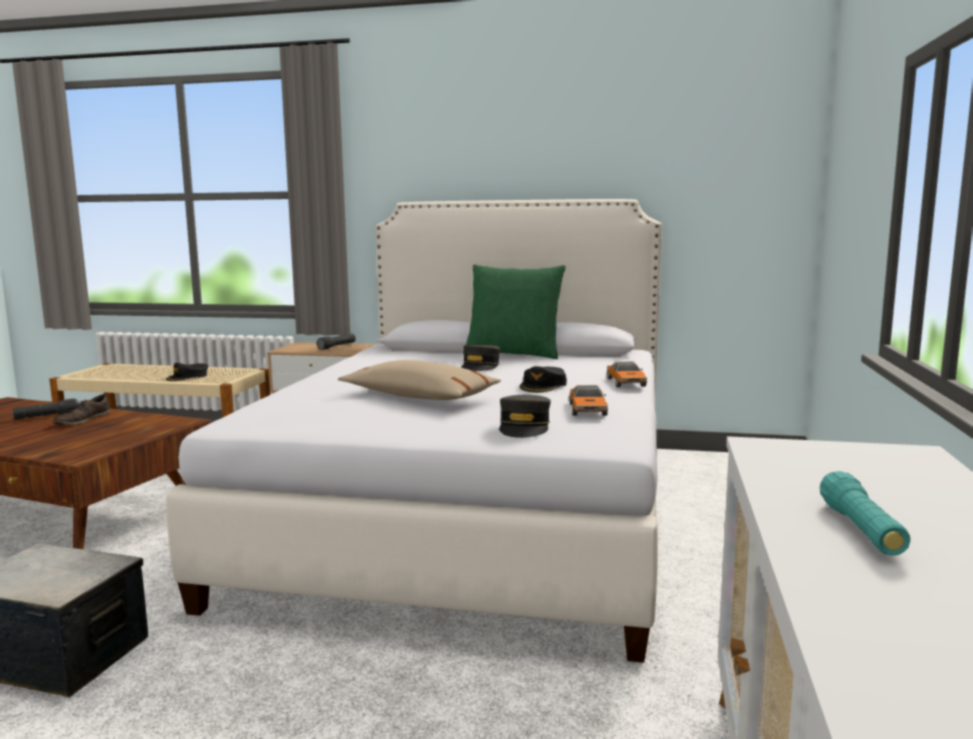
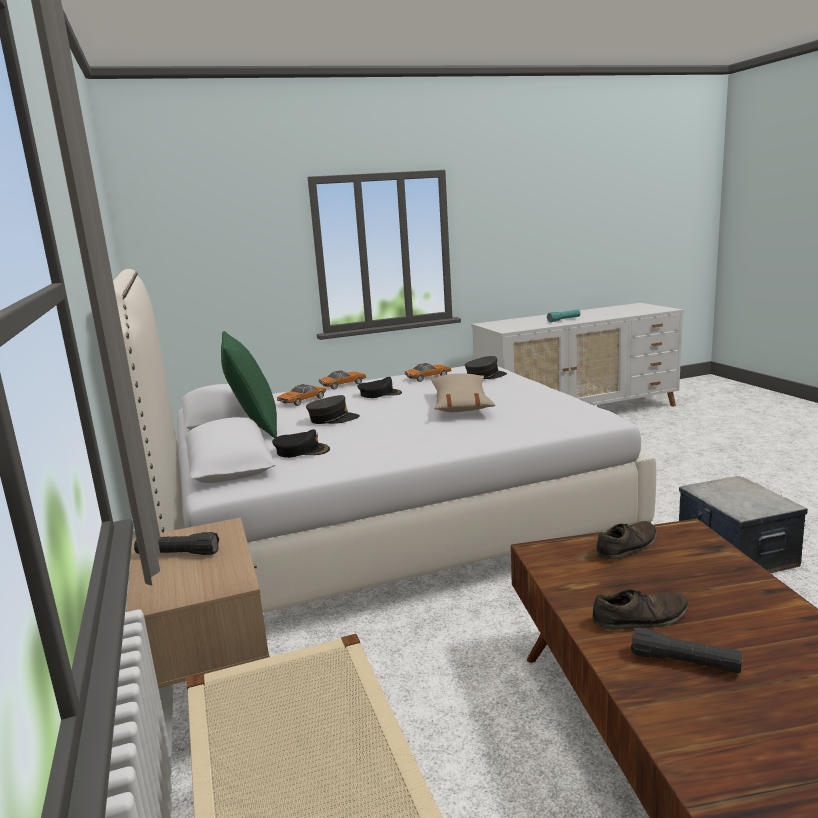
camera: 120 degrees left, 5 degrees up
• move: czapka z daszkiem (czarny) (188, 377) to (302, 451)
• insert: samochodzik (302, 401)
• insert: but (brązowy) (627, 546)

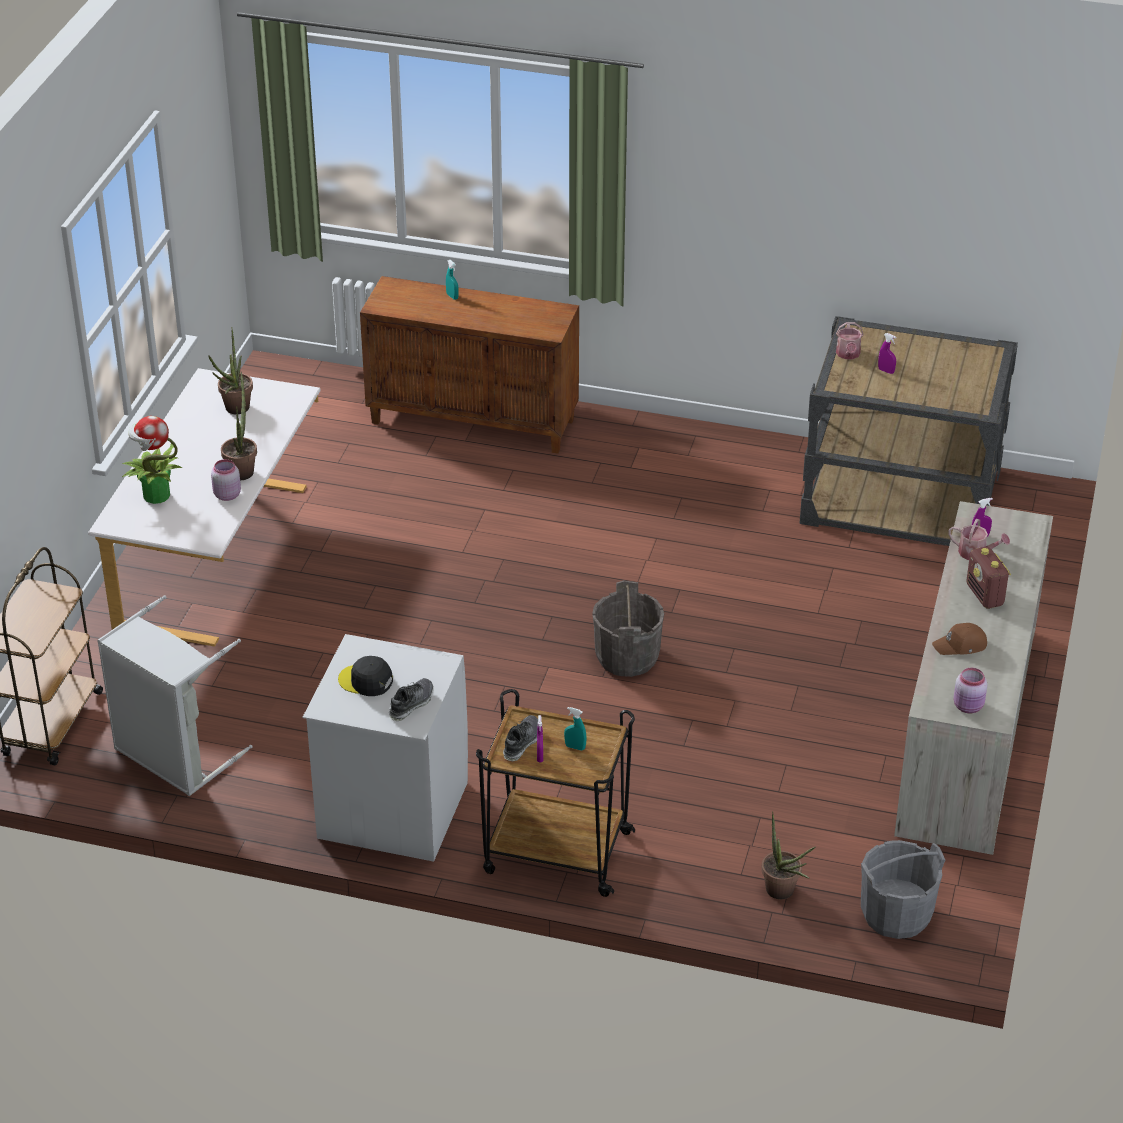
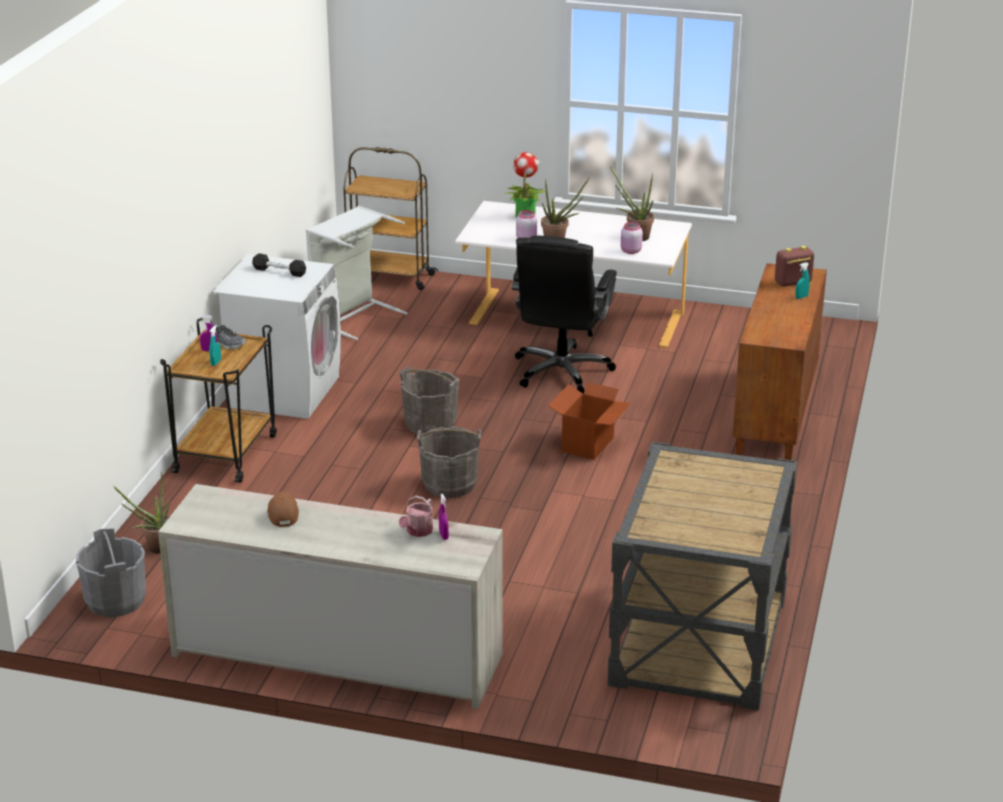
camera: 90 degrees right, 10 degrees down
• replace: czapka z daszkiem (czarny) (366, 681) to hantel (czarny) (279, 271)
• delete: but (411, 704)
• delete: konewka (848, 355)
• delete: spryskiwacz (fioletowy) (886, 371)
• move: słoik (różowy) (969, 706) to (630, 251)
• move: radio (985, 596) to (792, 283)
• insert: wiadro (szary) (430, 424)
• insert: krzesło biurowe (czarny) (561, 371)
• insert: karton (588, 444)

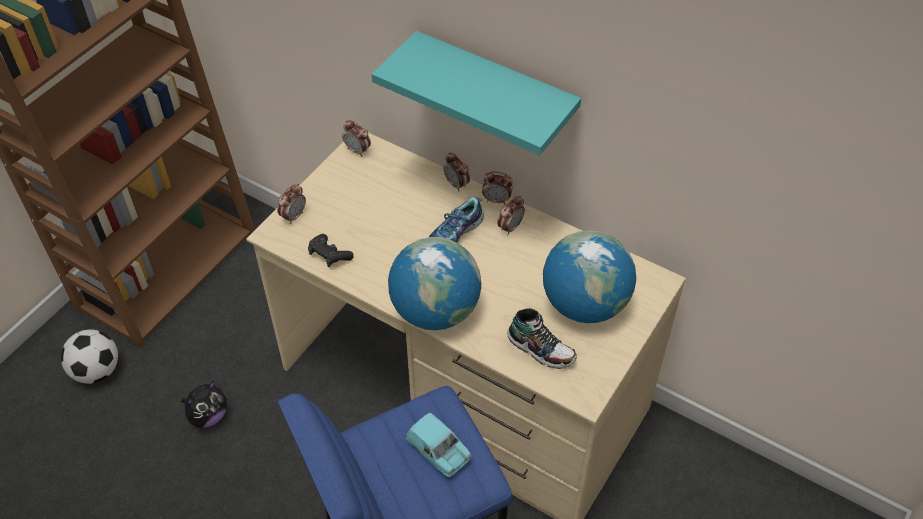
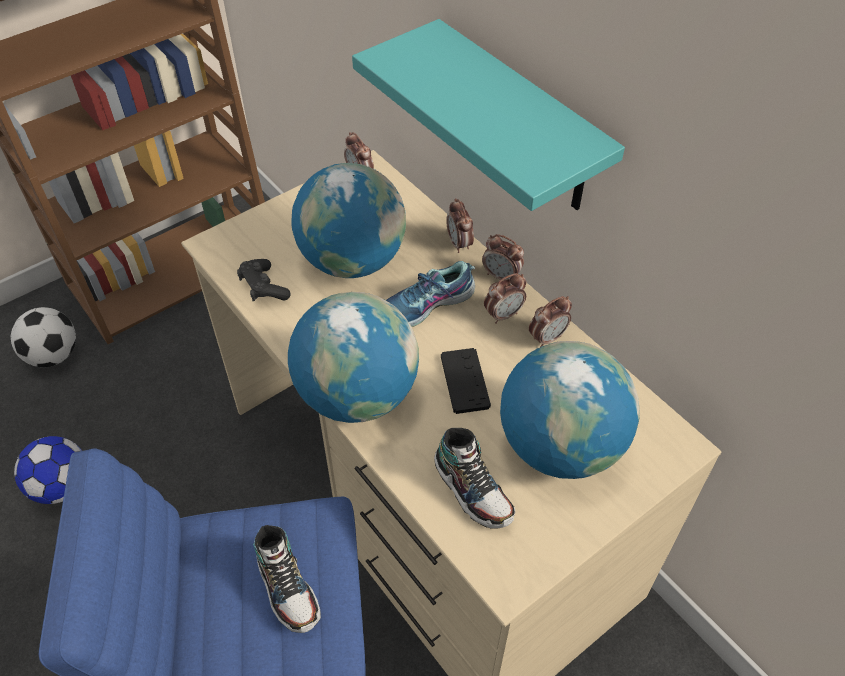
camera: 20 degrees right, 0 degrees up
• delete: pluszak (208, 416)
• move: budzik (293, 216) to (547, 338)
• replace: samochodzik (turkusowy) (439, 452) to but (288, 587)
• insert: piłka futbolowa (62, 486)
• insert: globus (353, 260)
• insert: pad do gier (czarny) (464, 381)

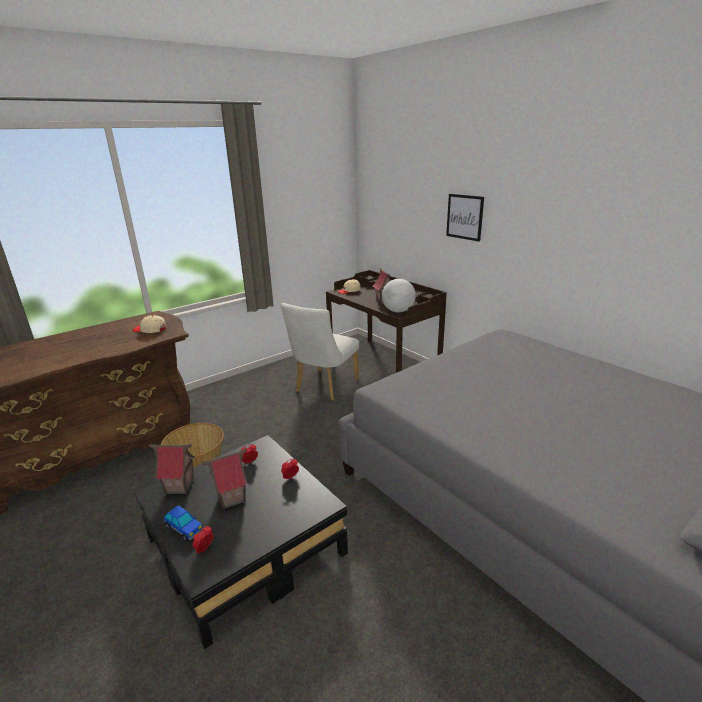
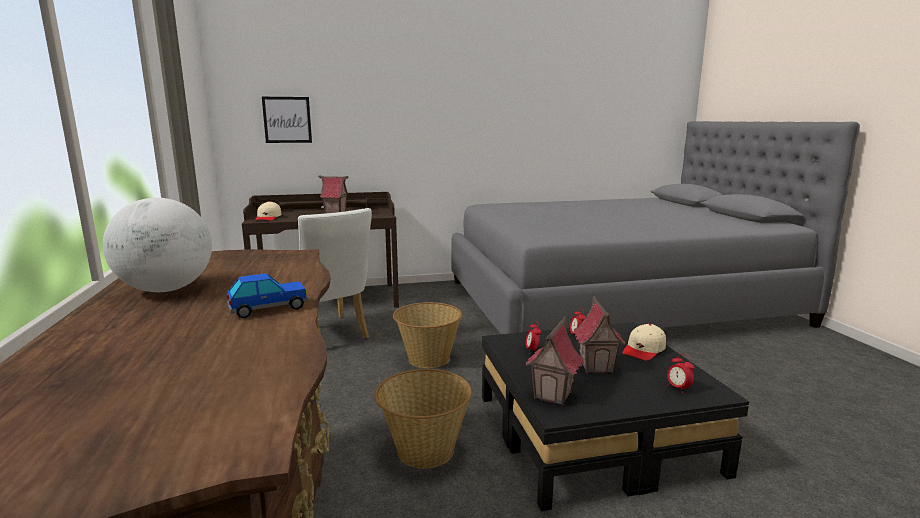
camera: 65 degrees left, 10 degrees down
• move: czapka z daszkiem (beżowy) (150, 329) to (644, 350)
• move: samochodzik (184, 528) to (269, 308)
• move: globus (398, 311) to (166, 289)
• move: obraz (464, 217) to (287, 120)
• insert: koszyk (428, 358)

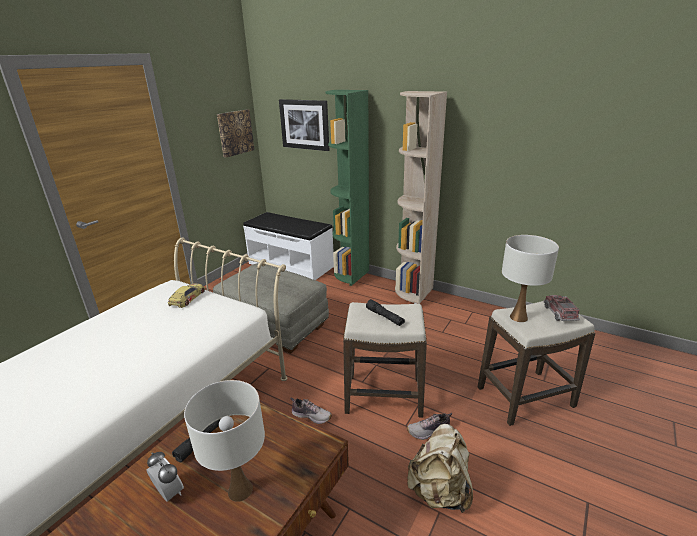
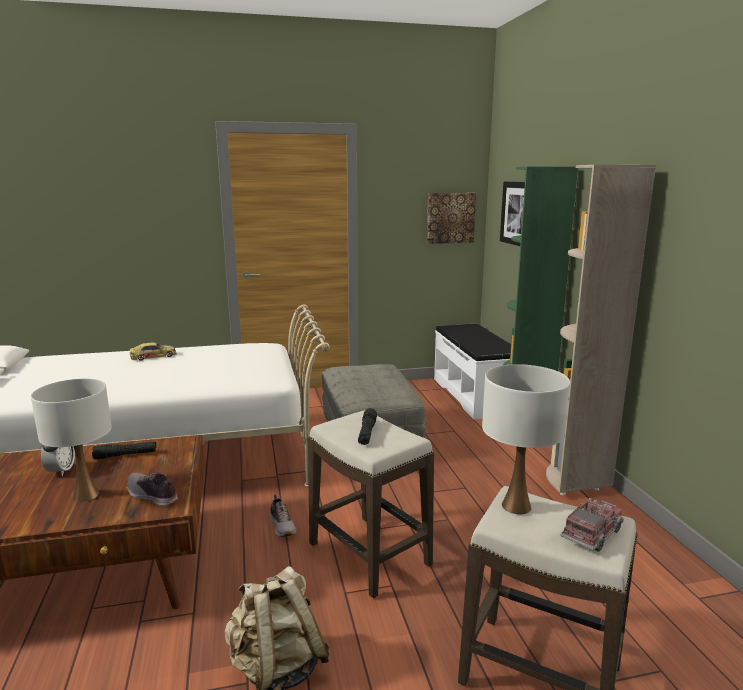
camera: 45 degrees right, 10 degrees down
• move: samochodzik (188, 298) to (153, 356)
• move: but (429, 431) to (152, 496)

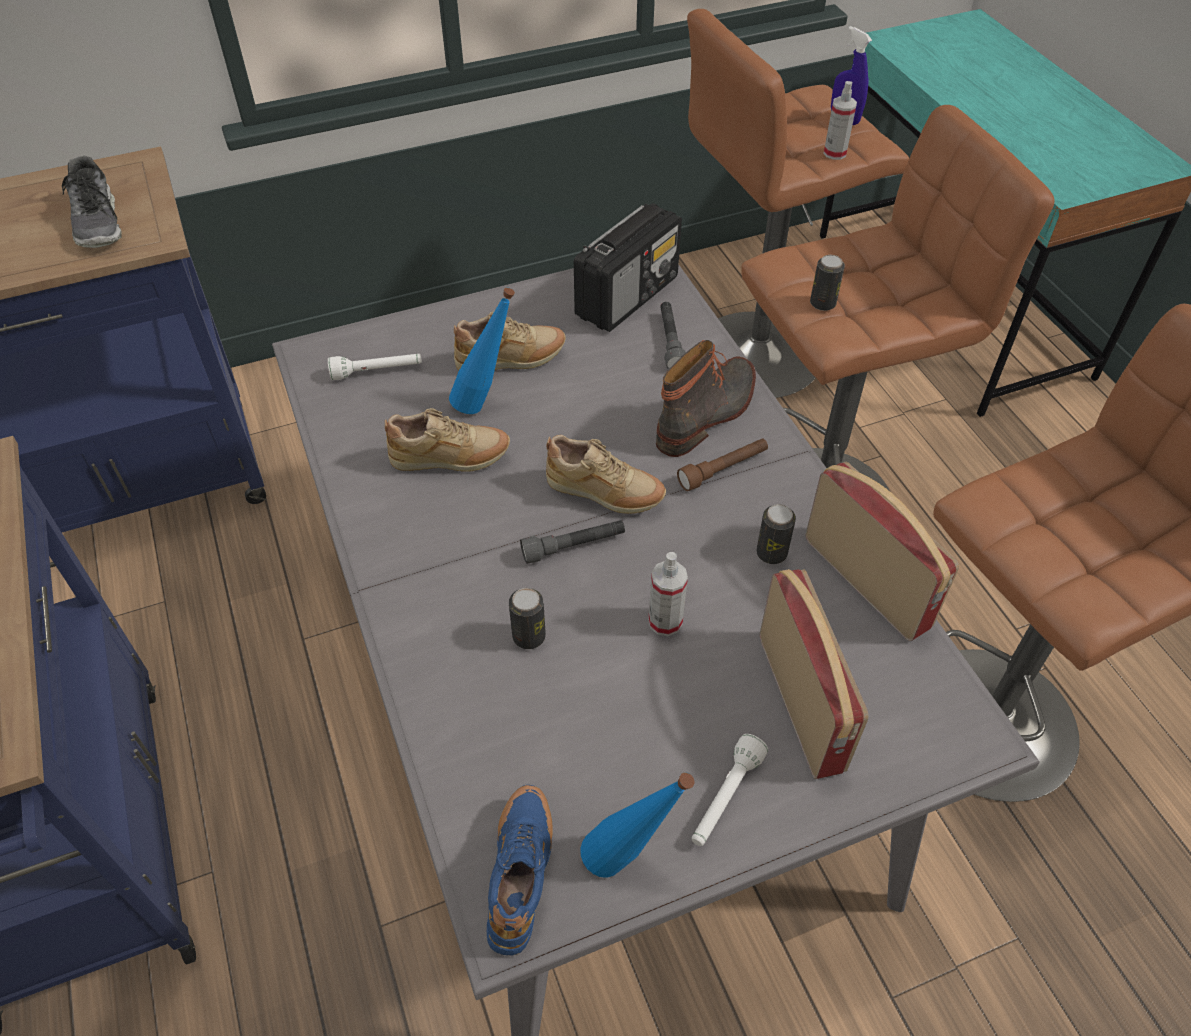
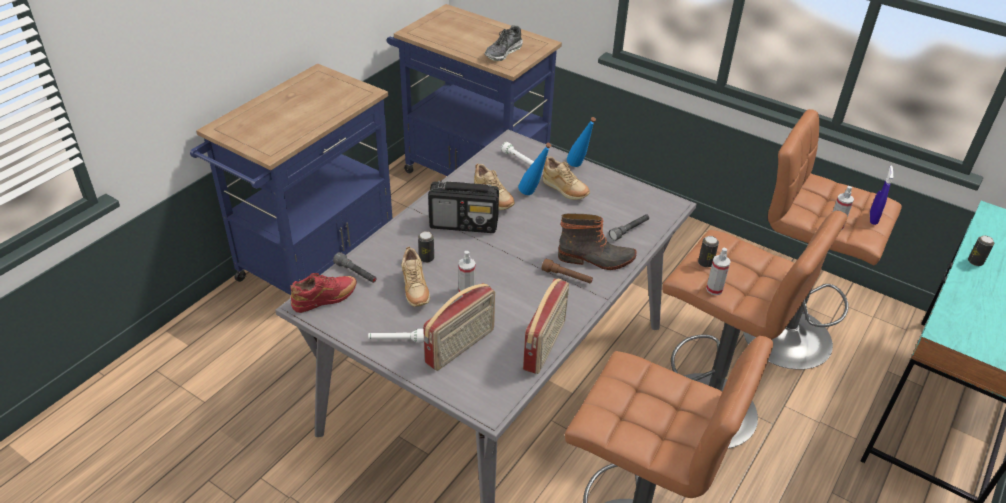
camera: 55 degrees right, 10 degrees down
• recolor: but (niebieski) (522, 874) to but (czerwony) (325, 300)
• move: latarka (szary) (574, 546) to (356, 273)
• move: but (beżowy) (604, 495) to (415, 291)
• move: radio (628, 296) to (464, 224)
• move: butelka (niebieski) (630, 860) to (579, 167)
• move: puszka (771, 553) to (975, 262)
• insert: spryskiwacz (714, 289)

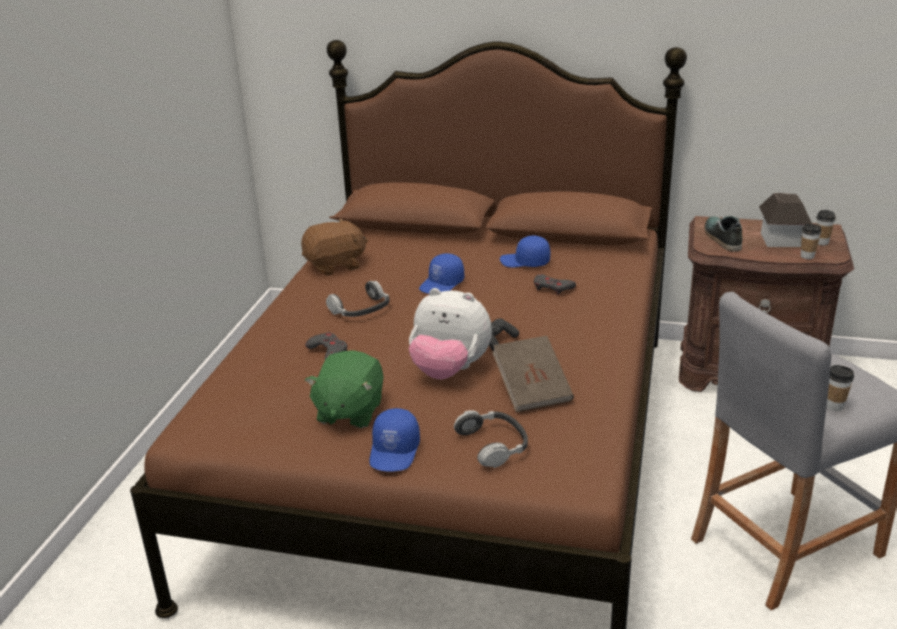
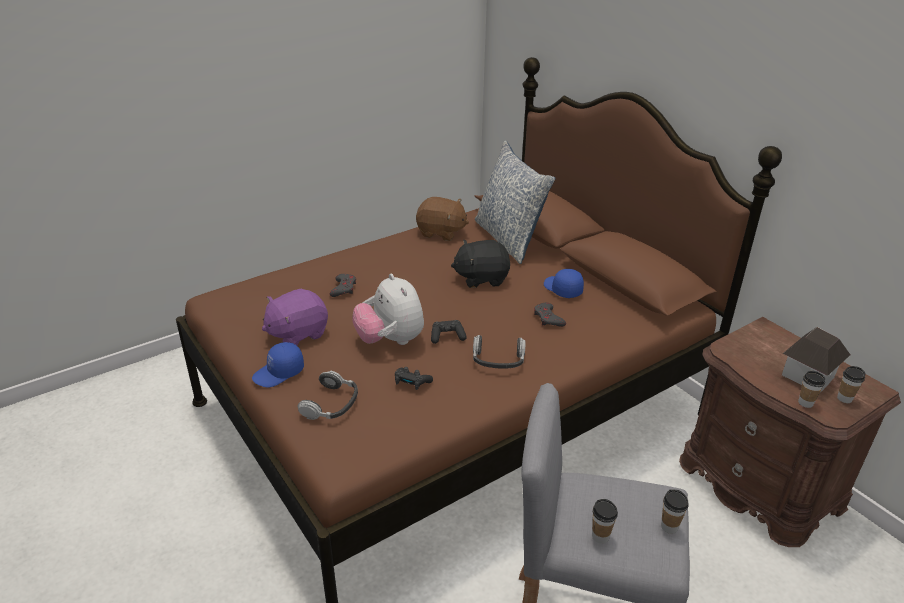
camera: 40 degrees right, 5 degrees up
• recolor: pluszak (zielony) (349, 411) to pluszak (fioletowy) (297, 333)
• move: słuchawki (361, 309) to (498, 359)
• replace: czapka z daszkiem (niebieski) (442, 284) to pluszak (czarny) (481, 278)
• replace: książka (brązowy) (532, 390) to pad do gier (czarny) (411, 383)
• delete: but (721, 238)
• insert: poduszka (509, 239)
• insert: filiżanka (669, 526)

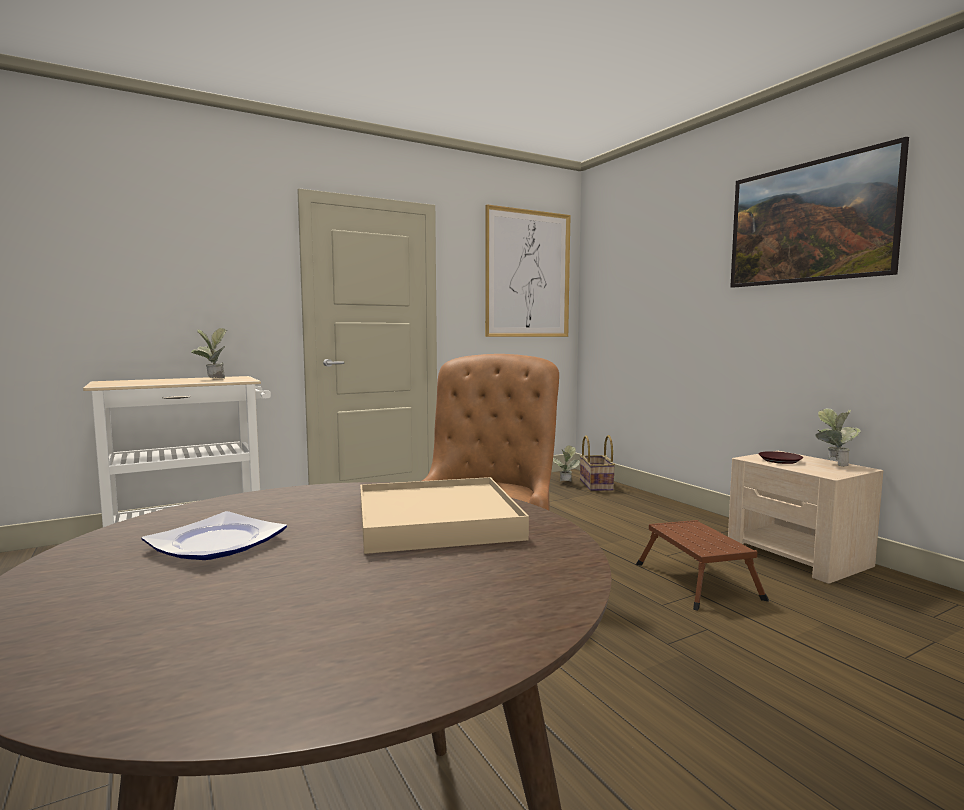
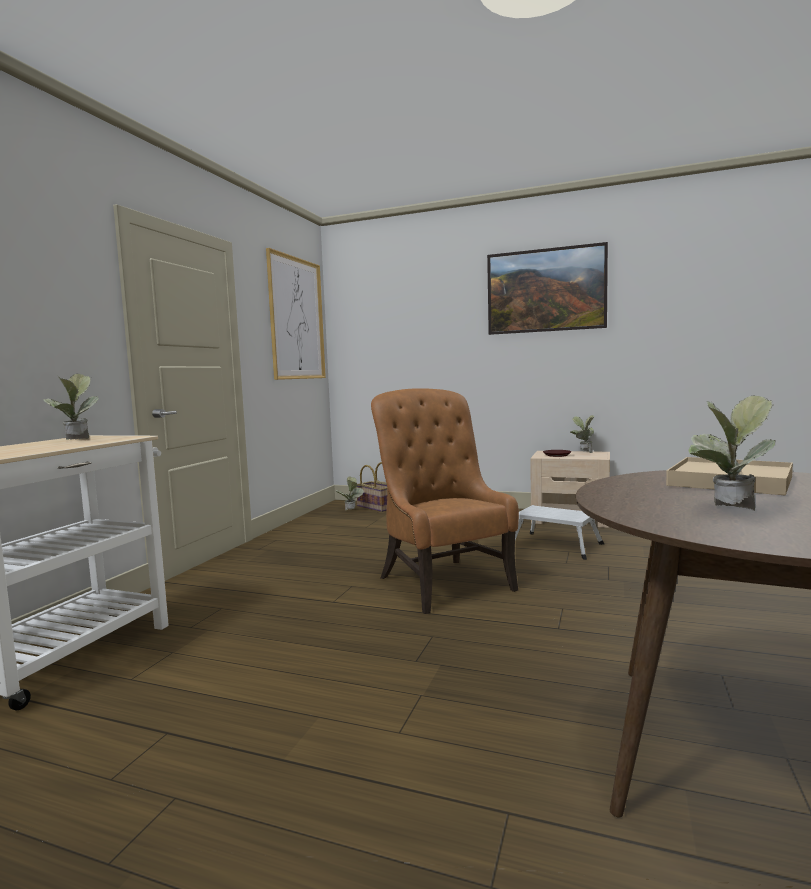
camera: 40 degrees left, 0 degrees up
• replace: talerz (216, 545) to roślina doniczkowa (727, 511)
• recolor: drabinka (brązowy) (697, 581) to drabinka (biały) (556, 545)

